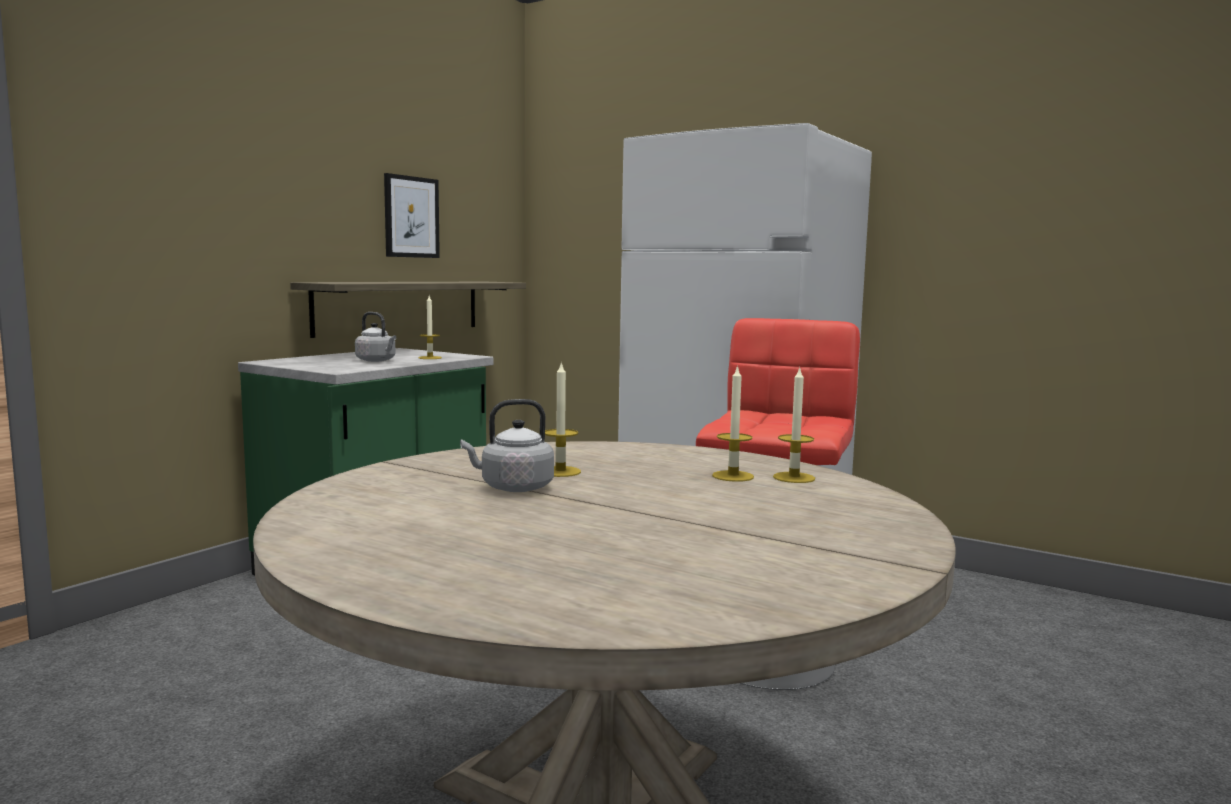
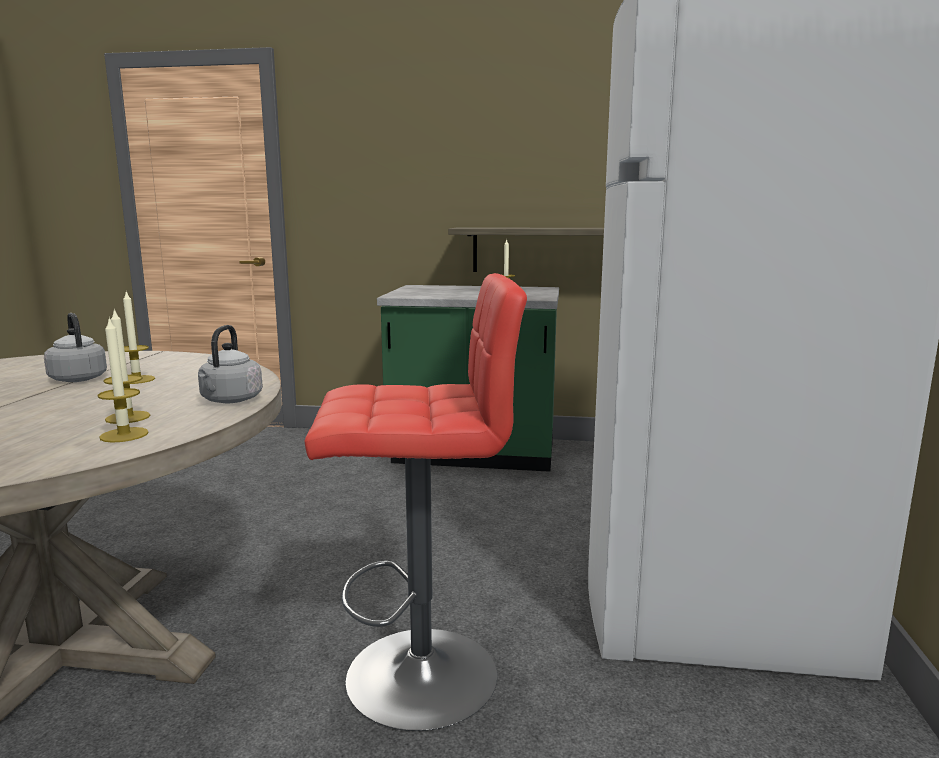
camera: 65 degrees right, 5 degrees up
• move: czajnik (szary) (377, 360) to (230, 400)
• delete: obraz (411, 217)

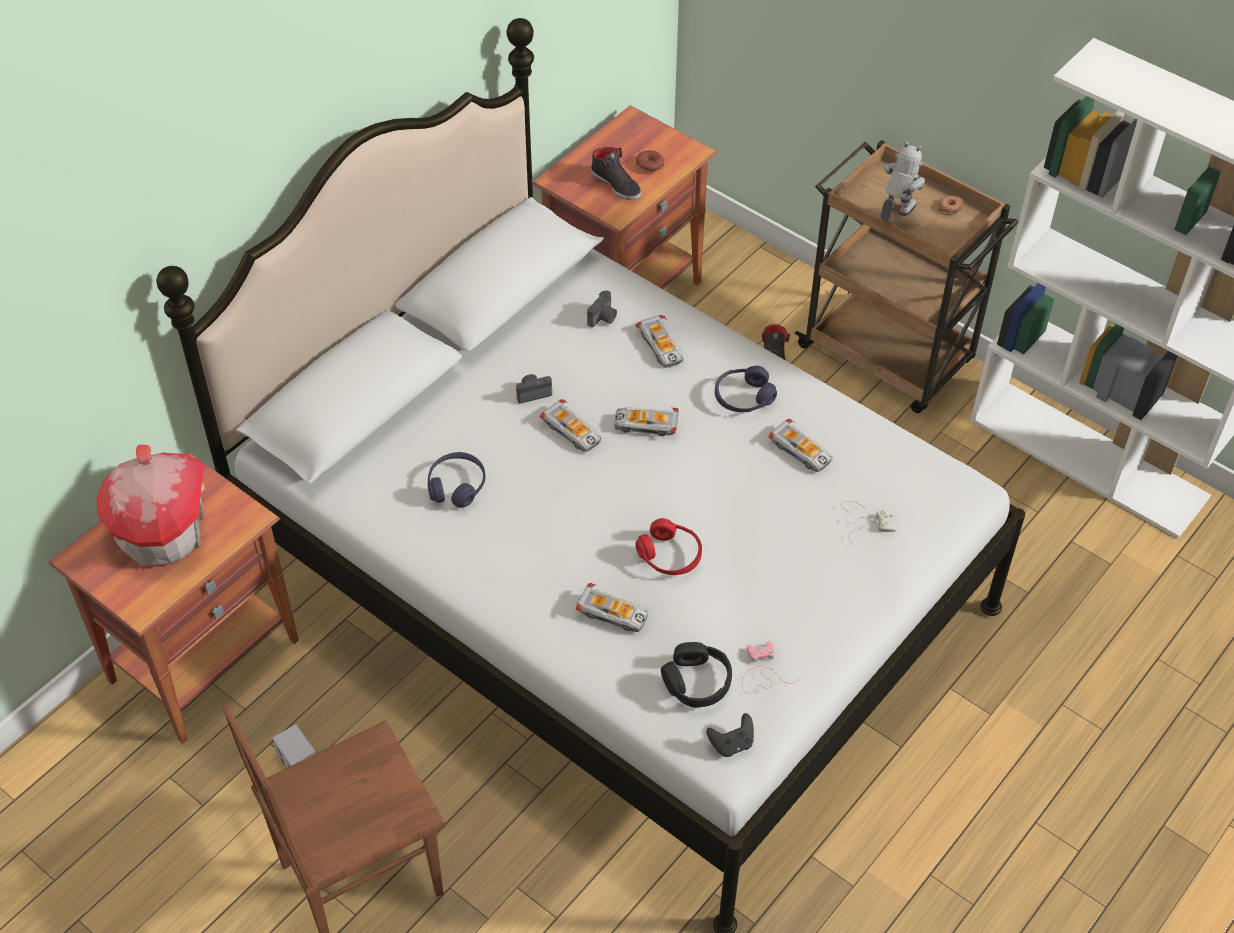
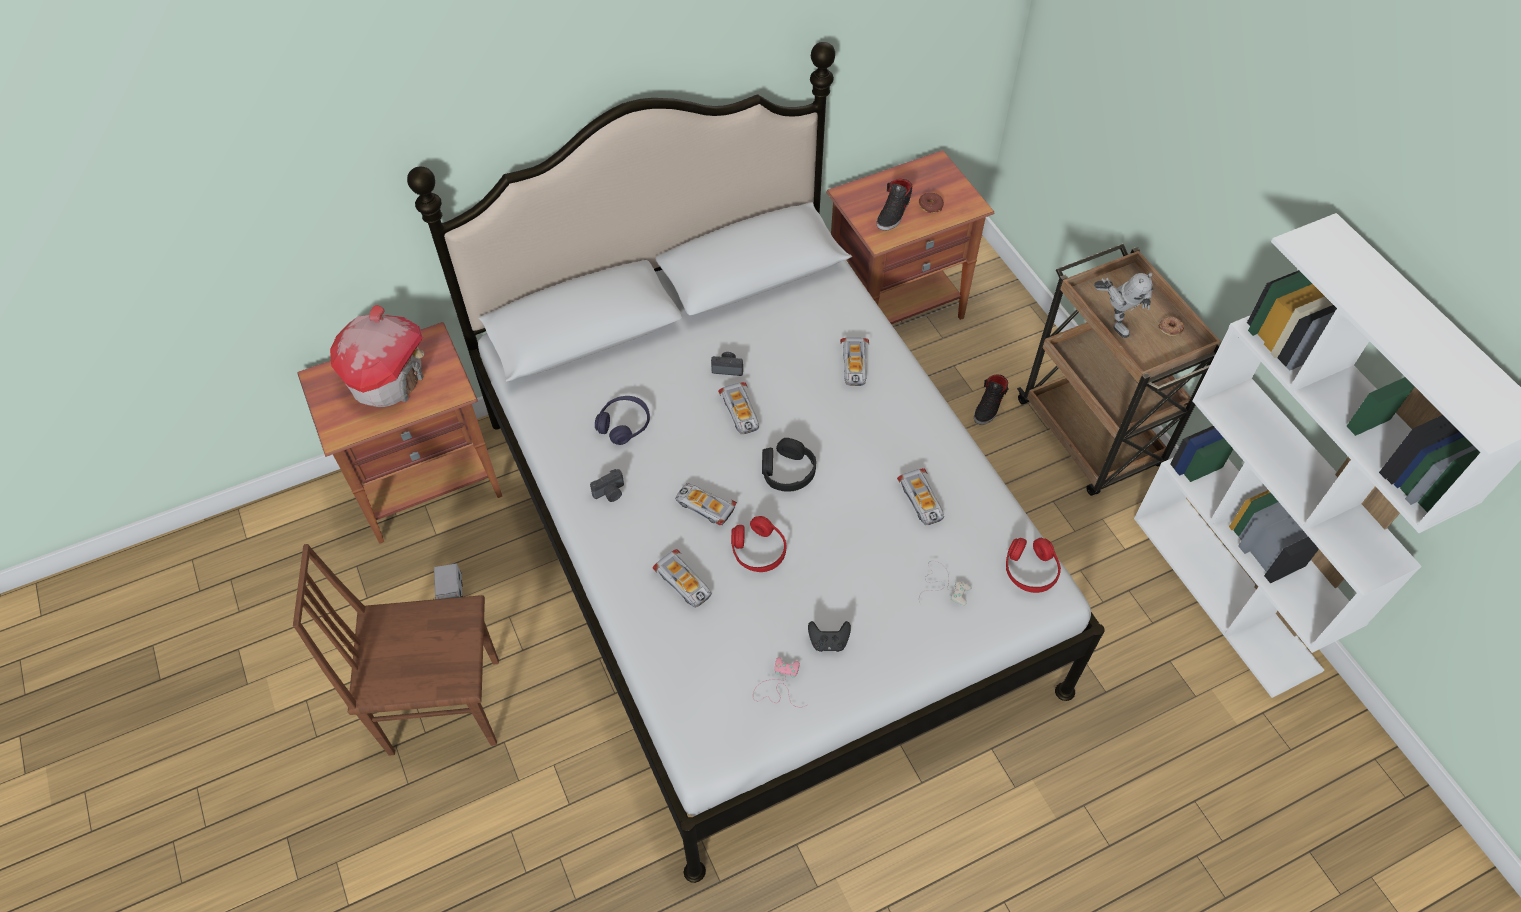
camera: 25 degrees right, 5 degrees up
• move: aparat fotograficzny (603, 318) to (610, 493)
• rotate: but (czarny) (616, 184) = (894, 213) 45 degrees clockwise
• move: samochodzik (646, 424) to (704, 506)
• move: słuchawki (czarny) (696, 681) to (787, 471)
• move: pad do gier (czarny) (731, 744) to (828, 642)
• delete: słuchawki (fioletowy) (743, 397)
• rotate: robot zabawkowy (895, 217) = (1114, 320) 90 degrees clockwise
• insert: słuchawki (czerwony) (1030, 570)

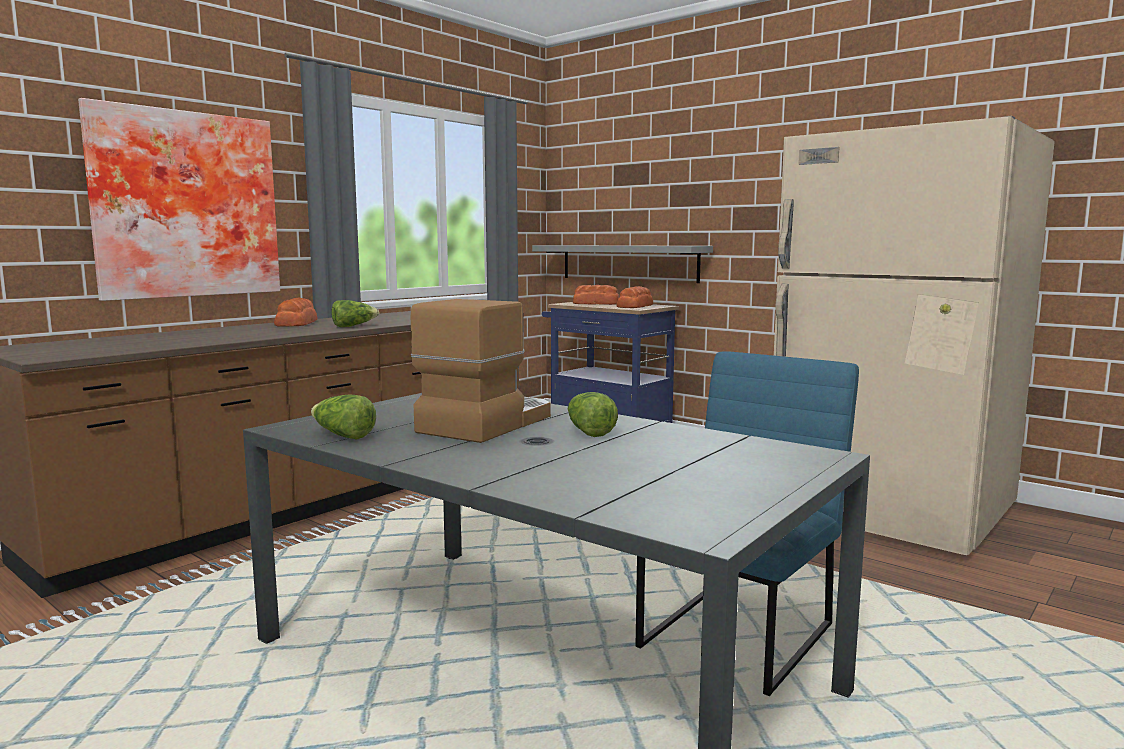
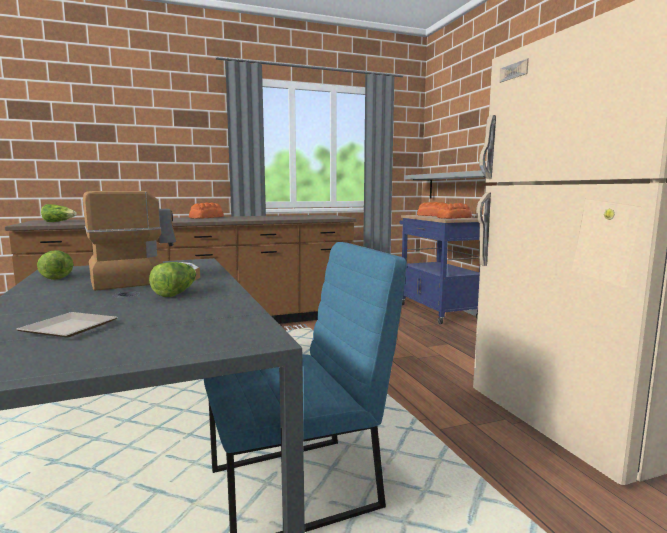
camera: 30 degrees right, 0 degrees up
• delete: obraz (185, 205)
• move: sałata (353, 326) to (59, 222)
• insert: talerz (69, 328)

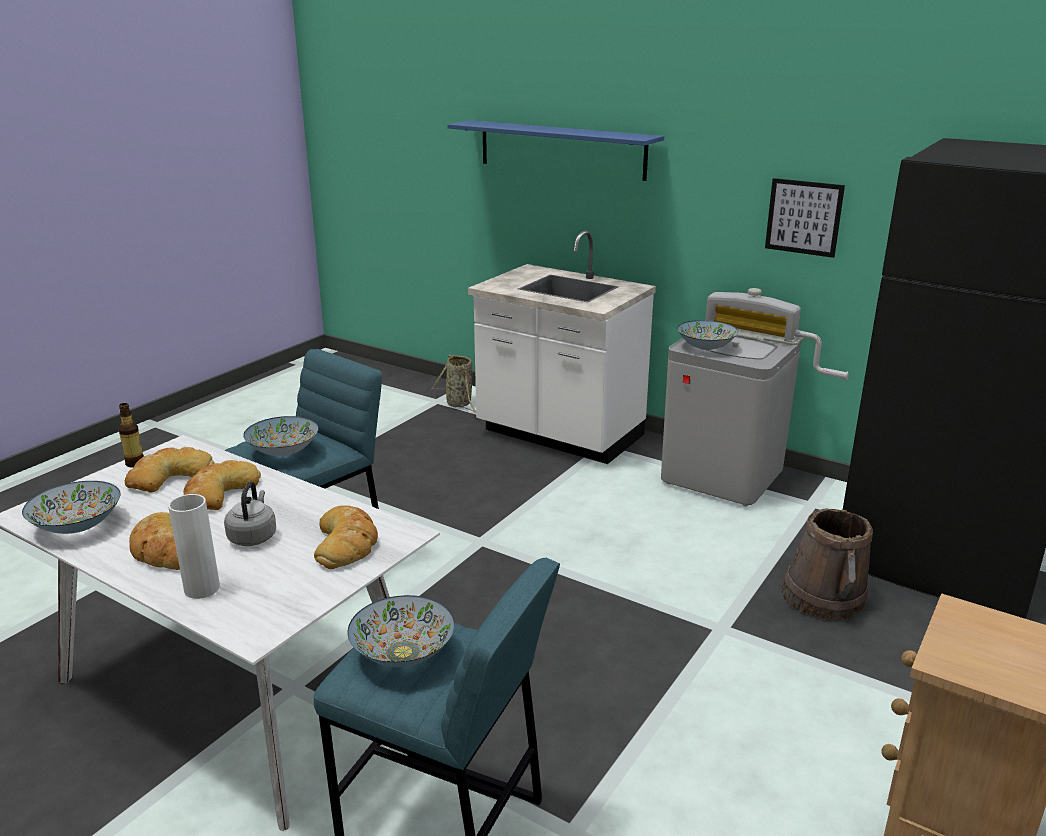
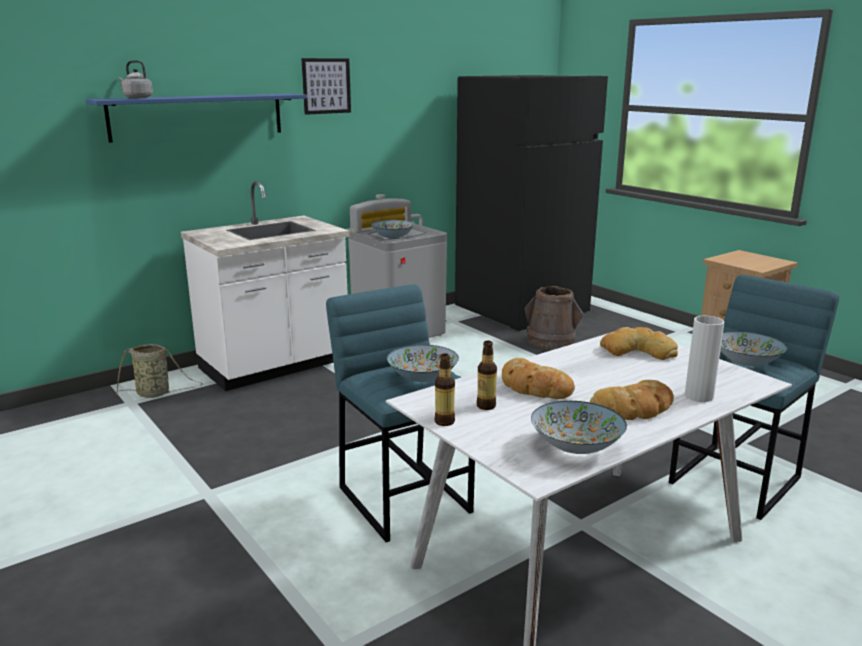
camera: 70 degrees left, 5 degrees down
• replace: chleb (169, 476) to butelka (486, 406)
• move: czajnik (szary) (253, 536) to (137, 98)
• move: obraz (803, 217) to (326, 86)

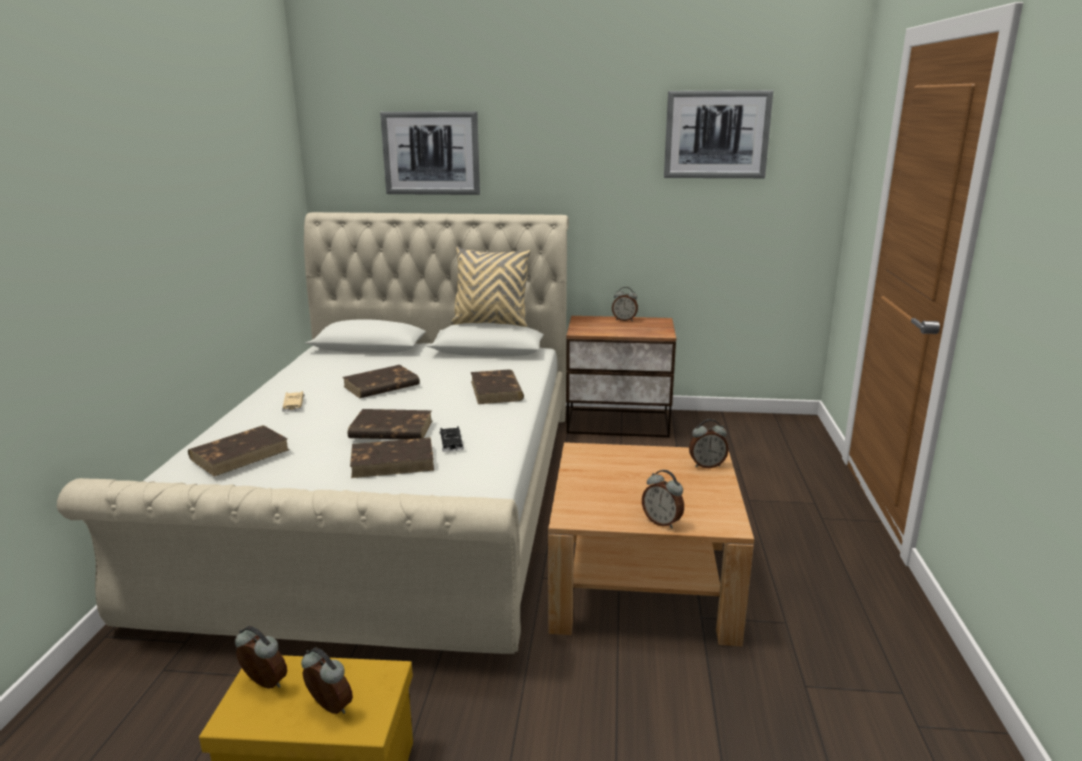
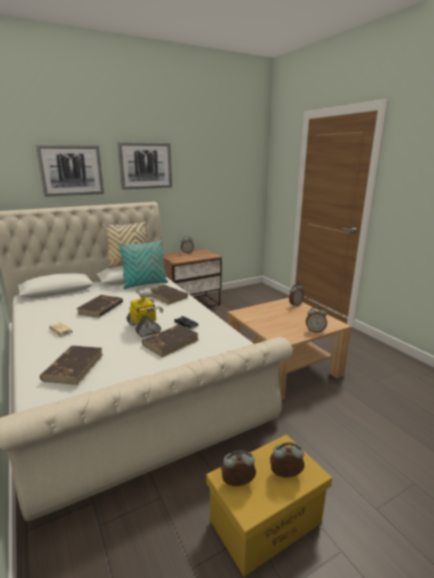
camera: 35 degrees left, 0 degrees up
• replace: książka (brązowy) (390, 430) to robot zabawkowy (144, 328)
• move: obraz (716, 135) to (145, 165)
• insert: poduszka (turkusowy) (145, 284)

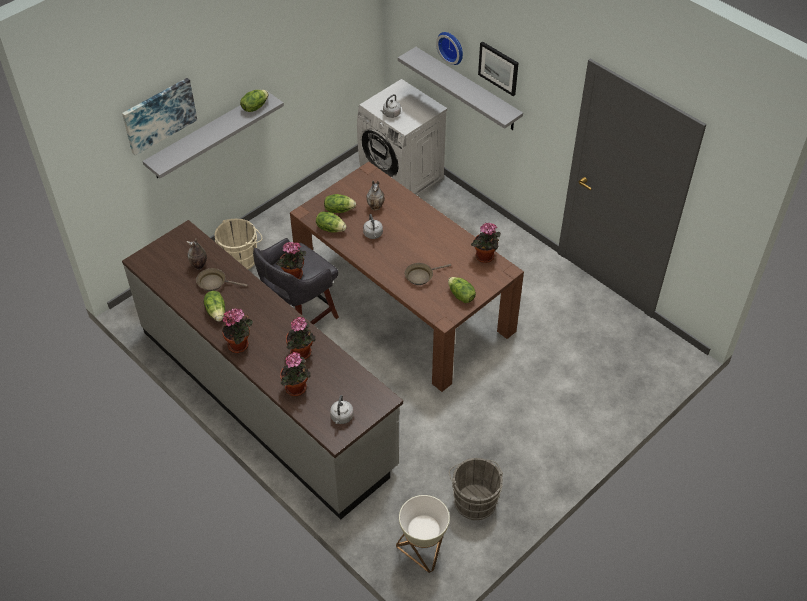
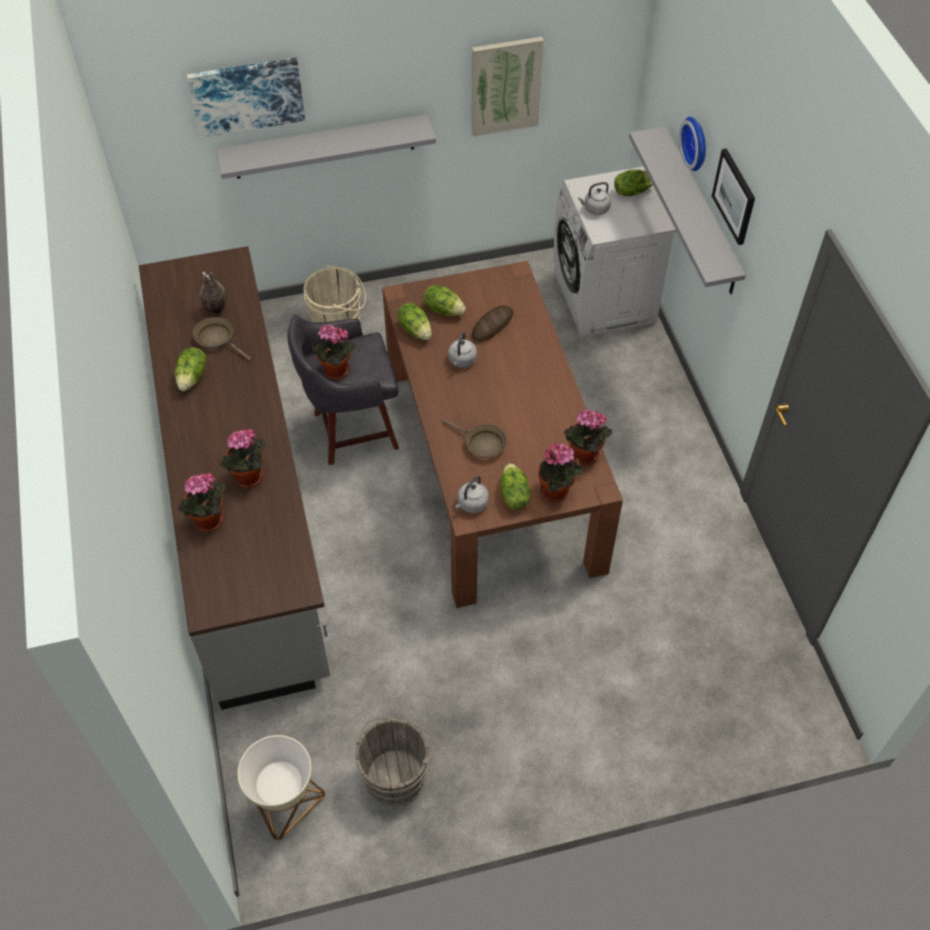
camera: 30 degrees right, 5 degrees up
• move: roślina doniczkowa (240, 345) to (557, 492)
• move: sałata (254, 107) to (632, 191)
• move: czajnik (szary) (341, 418) to (472, 504)
• replace: wazon (376, 207) to chleb (492, 325)
• rotate: patelnia (brązowy) (421, 276) = (482, 444) 150 degrees counterclockwise
• insert: obraz (505, 86)

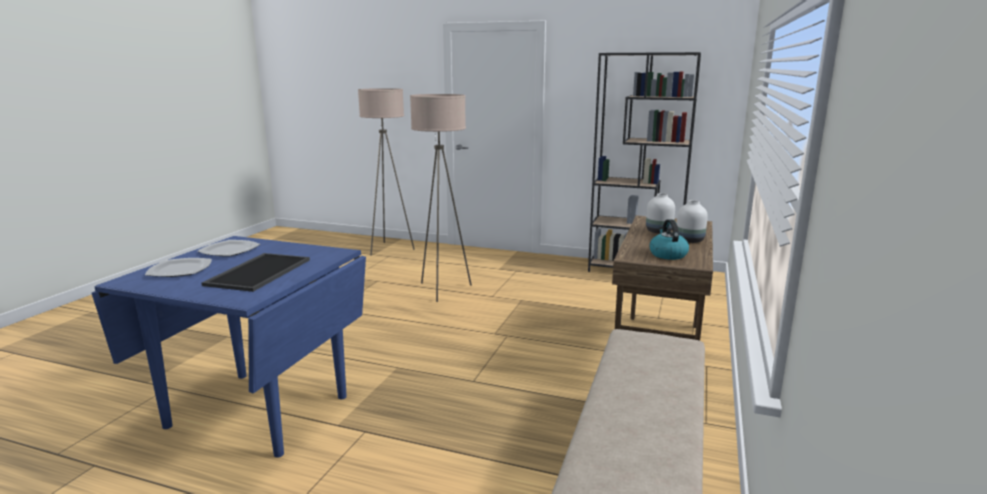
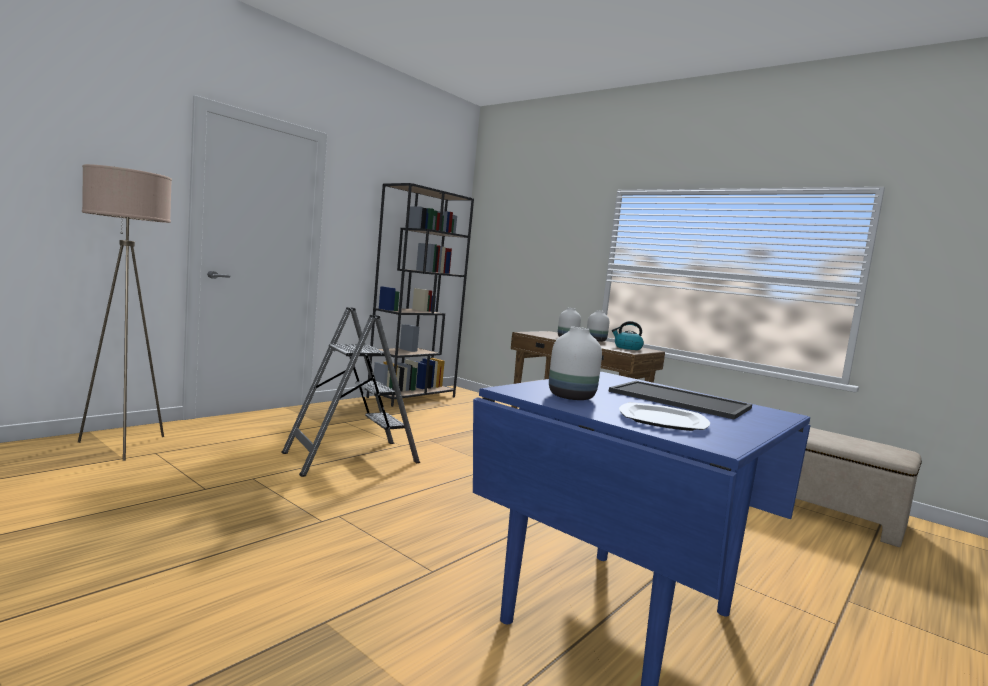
camera: 70 degrees left, 10 degrees down
• replace: talerz (230, 250) to wazon (biały) (571, 397)
• replace: lampa stojąca (beżowy) (443, 290) to drabinka (szary) (349, 457)

